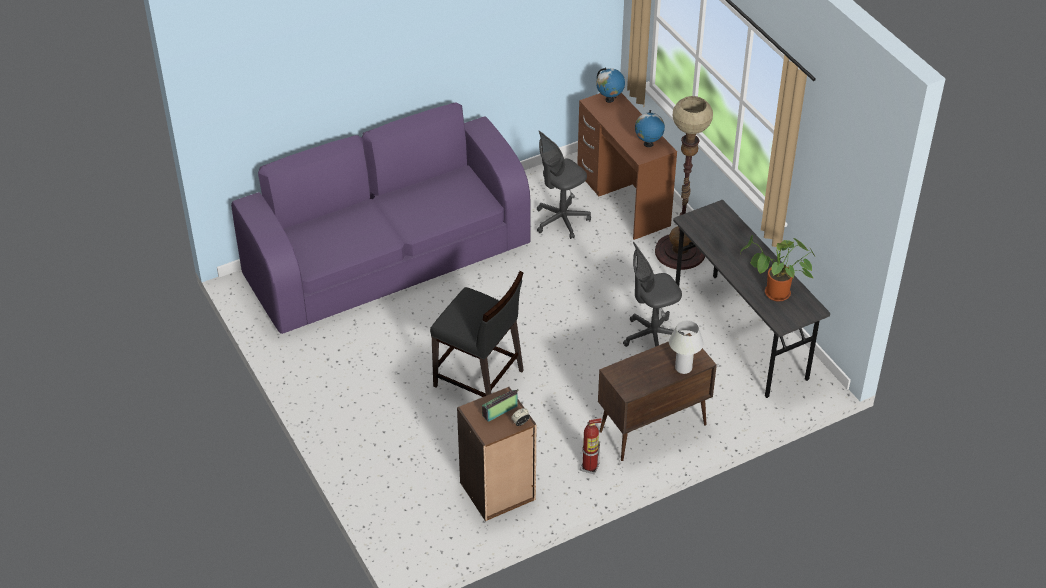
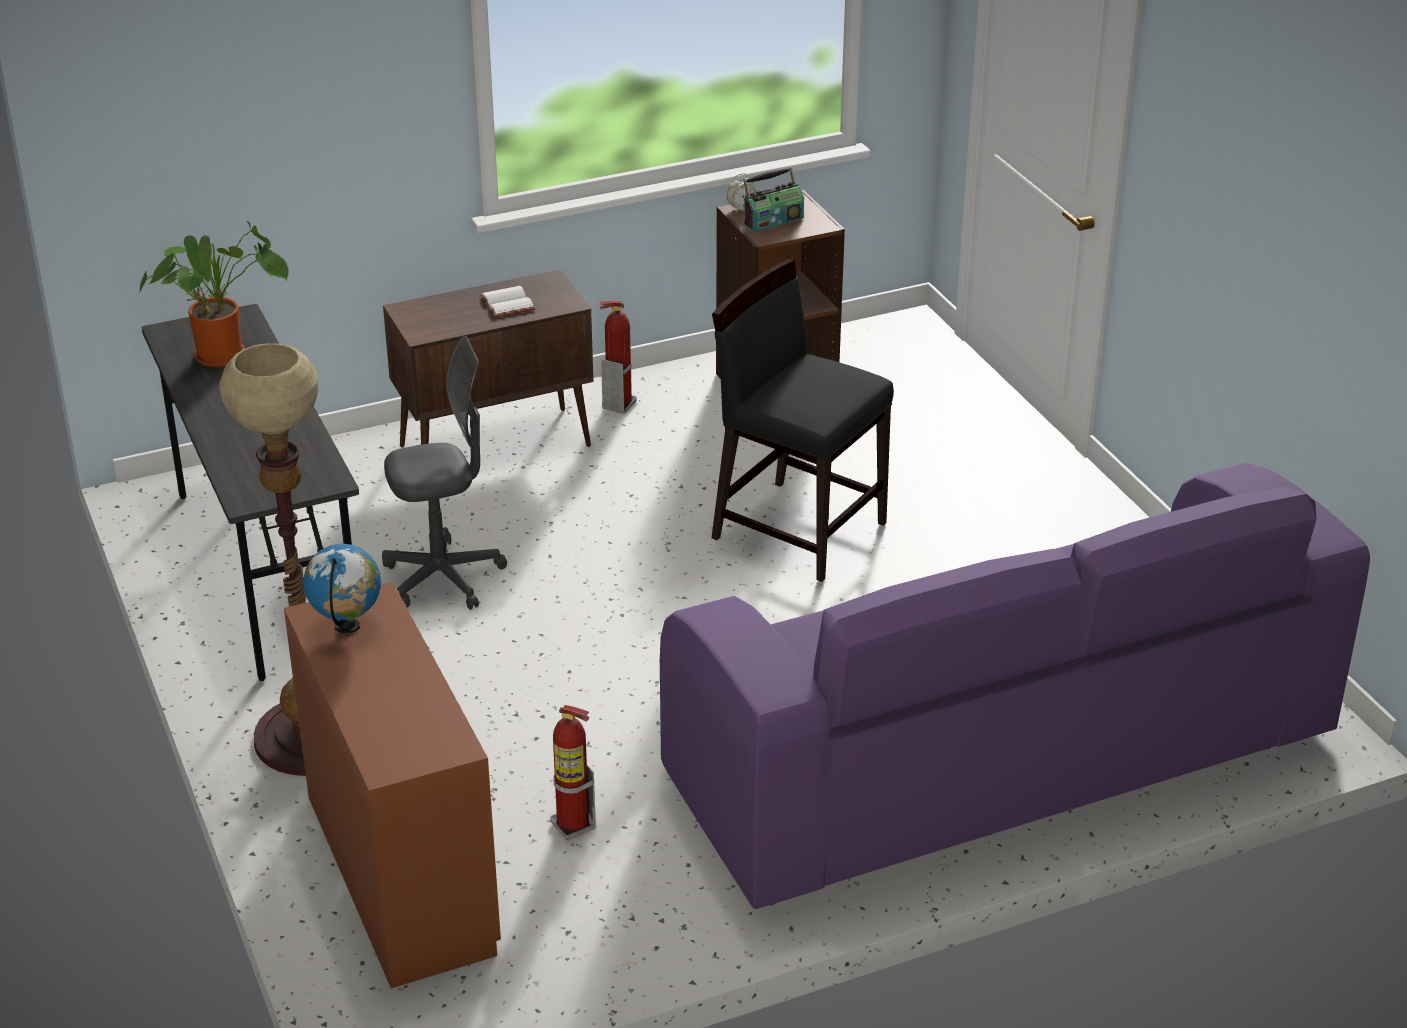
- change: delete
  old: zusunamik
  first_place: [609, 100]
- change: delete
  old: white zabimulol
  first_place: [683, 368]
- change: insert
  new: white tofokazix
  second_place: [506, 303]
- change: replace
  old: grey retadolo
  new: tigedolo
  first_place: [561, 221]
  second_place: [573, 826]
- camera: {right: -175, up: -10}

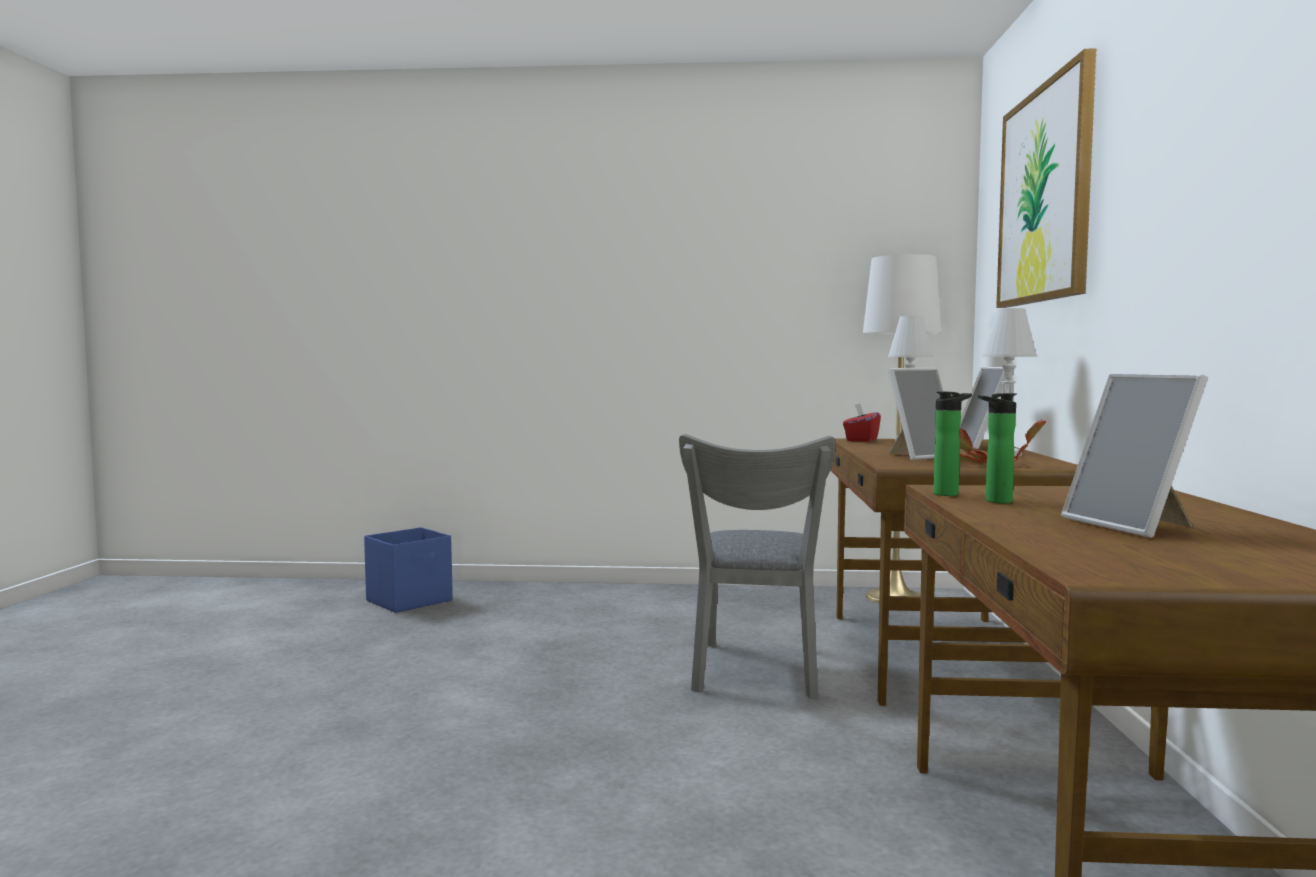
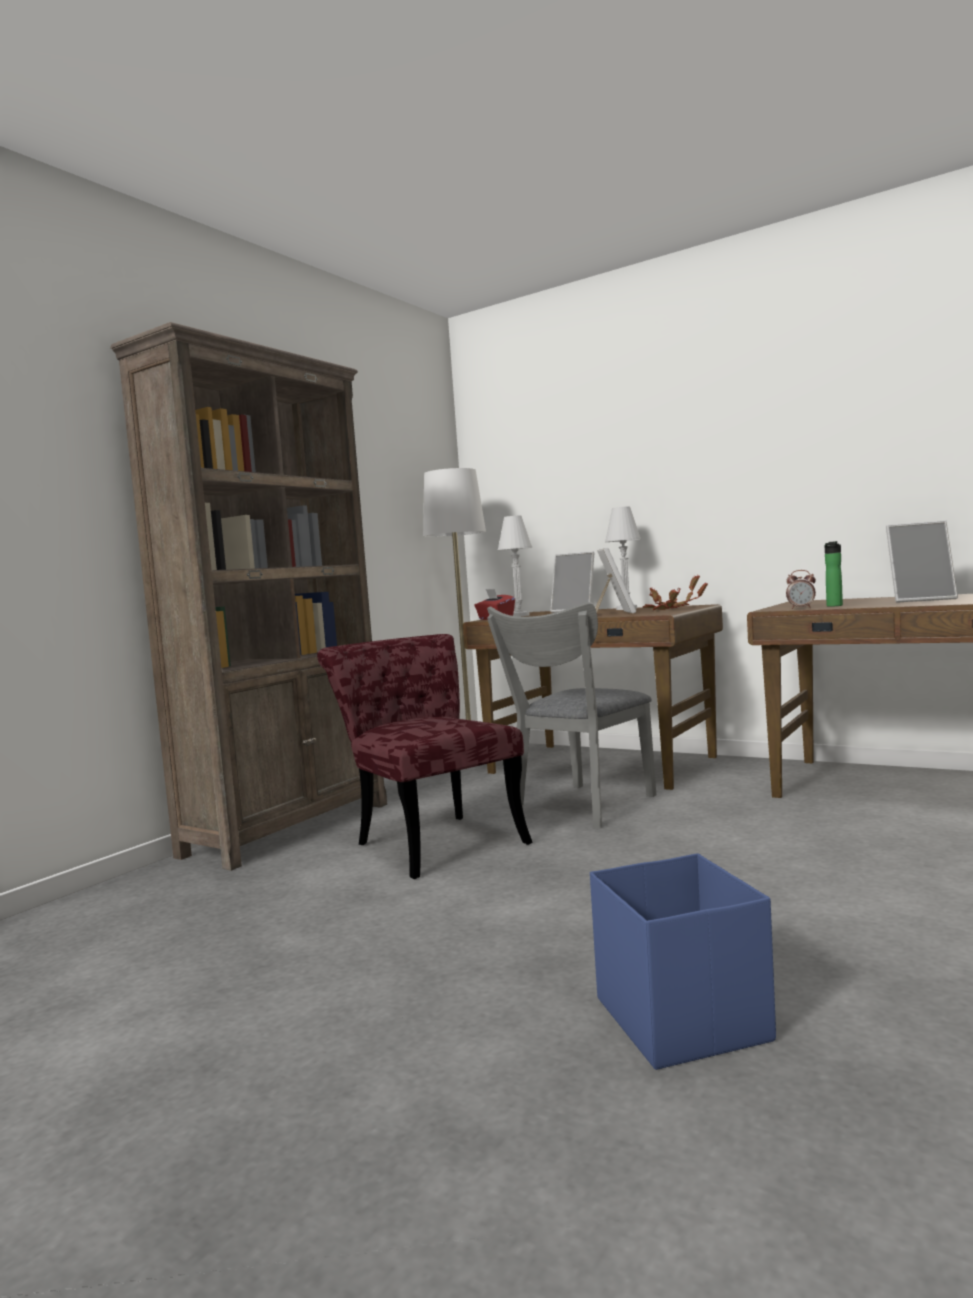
- change: delete
  old: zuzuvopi
  first_place: [1045, 195]
- change: insert
  new: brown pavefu
  second_place: [290, 828]
- change: insert
  new: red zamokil
  second_place: [431, 840]
- change: move
  old: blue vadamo
  first_place: [410, 600]
  second_place: [681, 1018]
- change: replace
  old: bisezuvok
  new: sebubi
  first_place: [949, 494]
  second_place: [801, 608]
- change: rotate
  old: grey zamokil
  first_place: [755, 673]
  second_place: [580, 808]
  degrees: 90
- camera: {right: -60, up: 0}

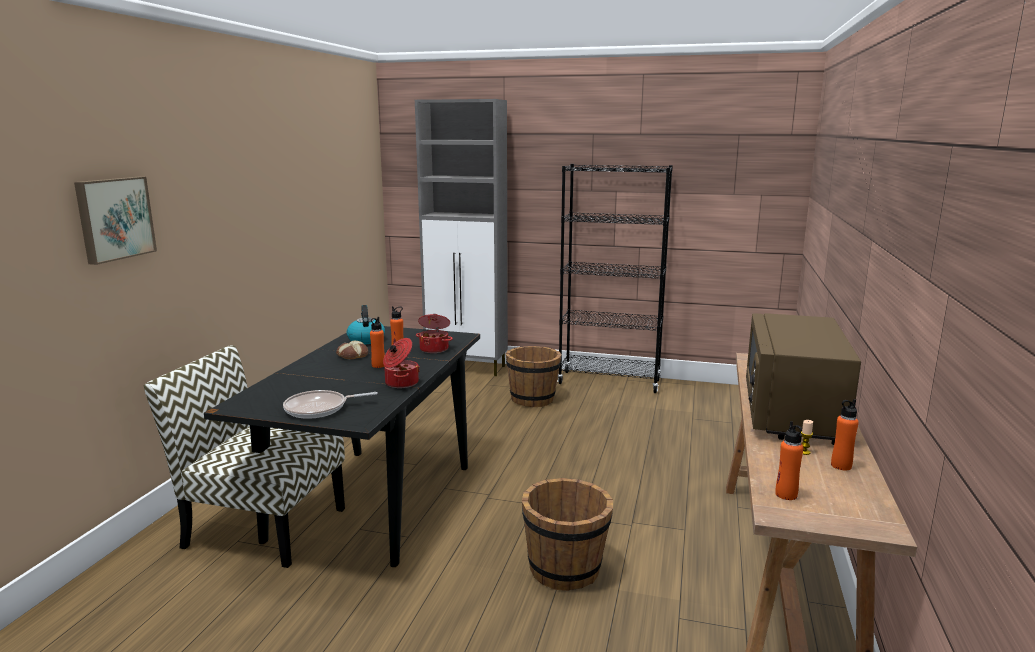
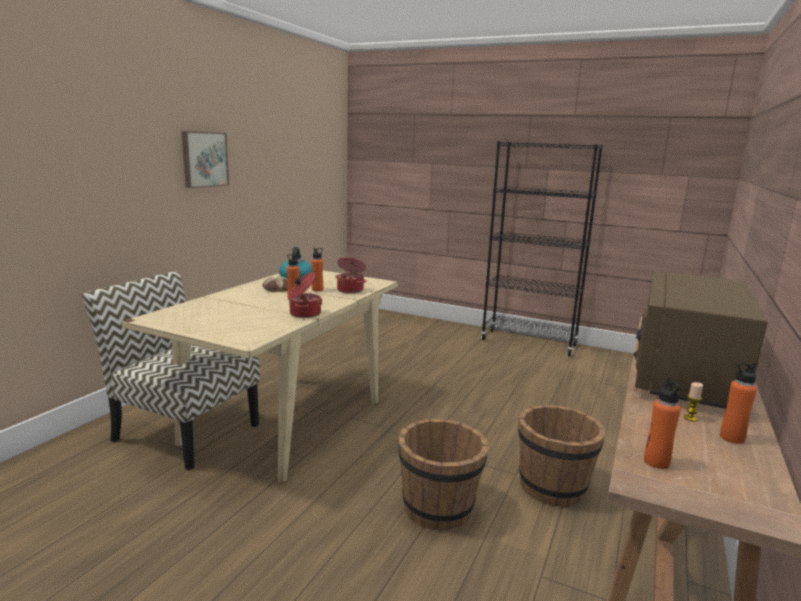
- change: delete
  old: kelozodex
  first_place: [319, 409]
- change: delete
  old: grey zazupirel
  first_place: [467, 368]
- change: move
  old: zuzuvopi
  first_place: [114, 218]
  second_place: [204, 159]
- change: move
  old: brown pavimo
  first_place: [533, 399]
  second_place: [553, 487]
- change: recolor
  old: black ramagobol
  new: beige ramagobol
  first_place: [373, 502]
  second_place: [284, 422]
- camera: {right: 10, up: 0}

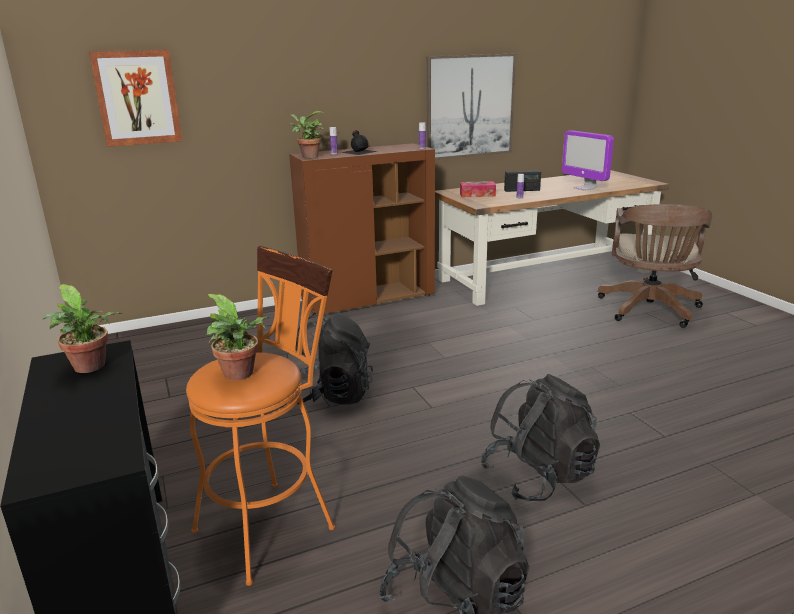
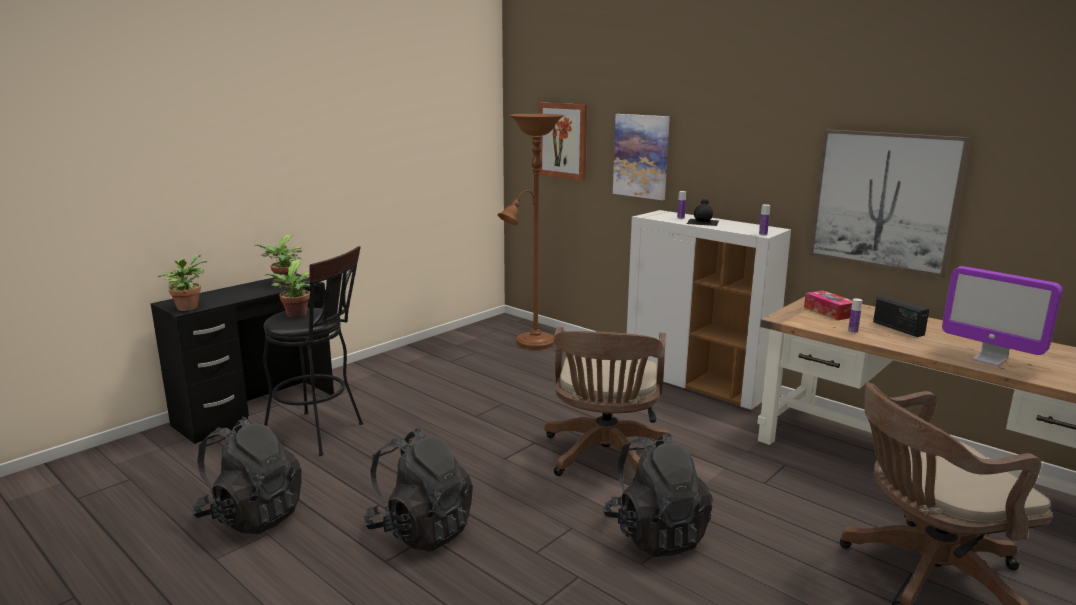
- change: insert
  new: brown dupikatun
  second_place: [531, 344]
- change: insert
  new: brown retadolo
  second_place: [604, 457]
- change: insert
  new: zuzuvopi
  second_place: [641, 156]
- change: move
  old: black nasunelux
  first_place: [330, 395]
  second_place: [655, 534]
- change: move
  old: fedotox
  first_place: [308, 156]
  second_place: [188, 307]
- change: recolor
  old: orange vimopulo
  new: black vimopulo
  first_place: [273, 523]
  second_place: [320, 434]
- change: recolor
  old: brown zazupirel
  new: white zazupirel
  first_place: [368, 299]
  second_place: [697, 384]
- change: rotate
  old: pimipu
  first_place: [584, 188]
  second_place: [989, 359]
  degrees: -75
- camera: {right: 65, up: -5}

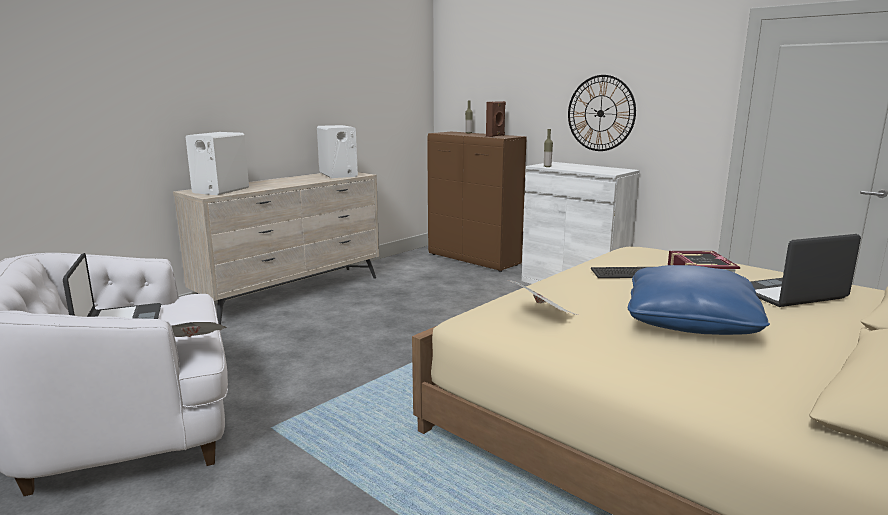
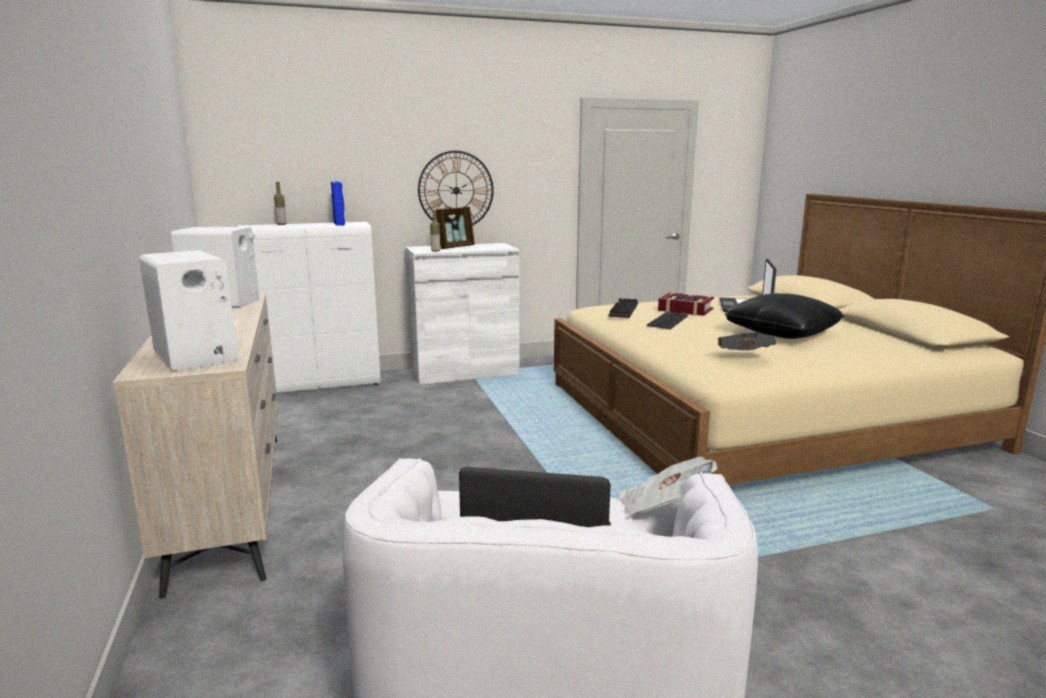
- change: insert
  new: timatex
  second_place: [456, 247]
- change: insert
  new: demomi
  second_place: [622, 309]
- change: recolor
  old: brown zazupirel
  new: white zazupirel
  first_place: [474, 260]
  second_place: [320, 384]
- change: recolor
  old: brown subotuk
  new: blue subotuk
  first_place: [496, 136]
  second_place: [340, 224]
- change: recolor
  old: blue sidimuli
  new: black sidimuli
  first_place: [690, 322]
  second_place: [782, 333]
- camera: {right: -60, up: 0}

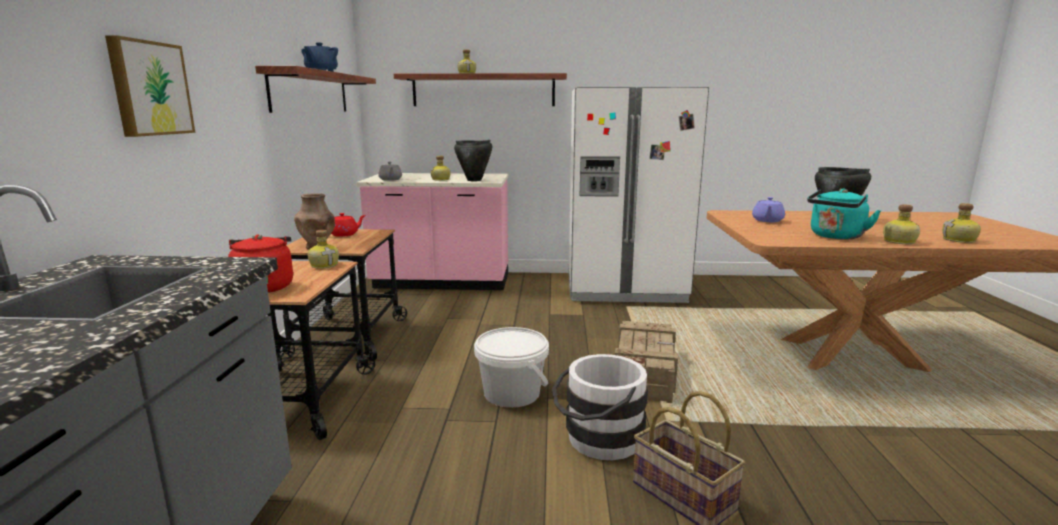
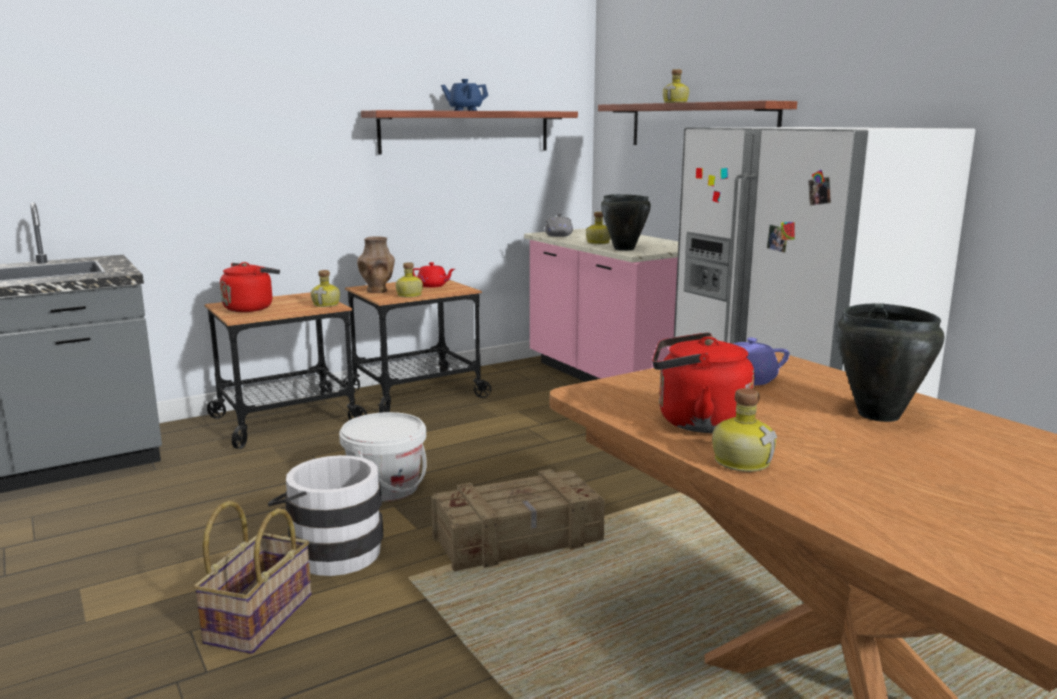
- change: delete
  old: zuzuvopi
  first_place: [149, 88]
- change: move
  old: bisezuvok
  first_place: [959, 240]
  second_place: [409, 295]
- change: recolor
  old: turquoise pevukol
  new: red pevukol
  first_place: [835, 237]
  second_place: [696, 422]
- camera: {right: 55, up: 0}

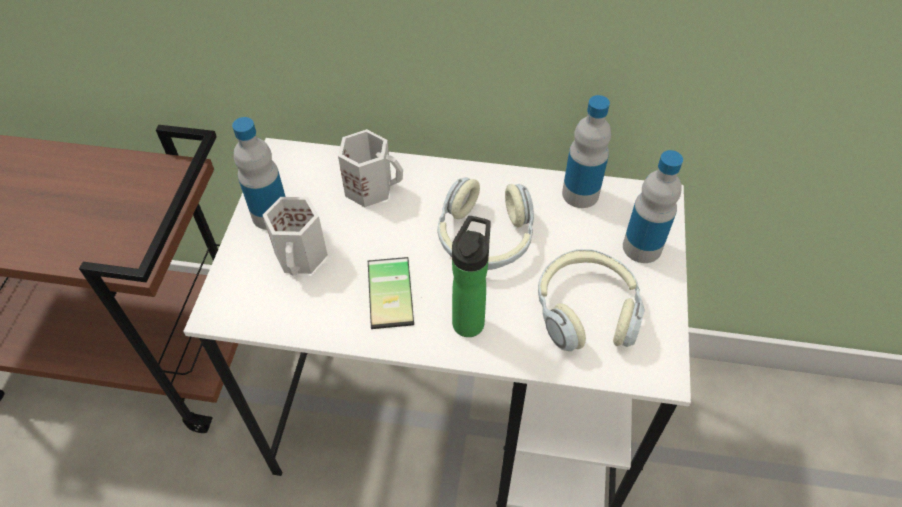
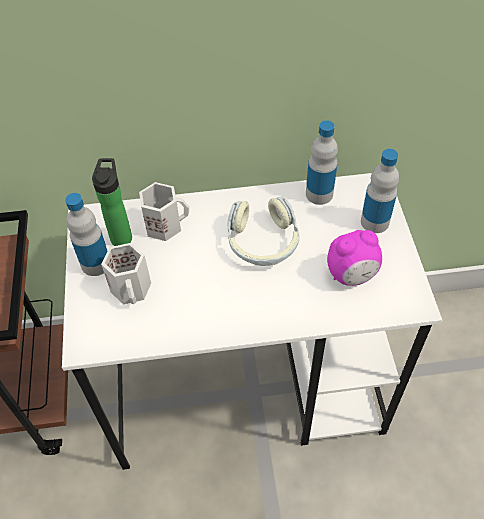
- change: delete
  old: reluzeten
  first_place: [395, 292]
- change: move
  old: bisezuvok
  first_place: [469, 319]
  second_place: [121, 236]
- change: replace
  old: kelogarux
  new: sebubi
  first_place: [586, 310]
  second_place: [351, 275]
- camera: {right: -15, up: 0}

